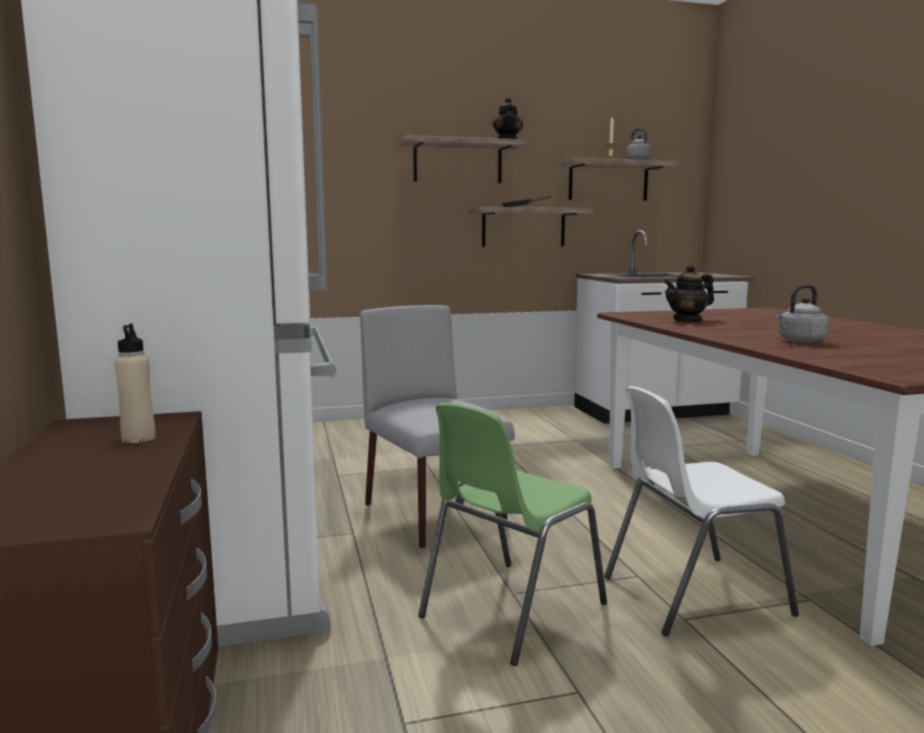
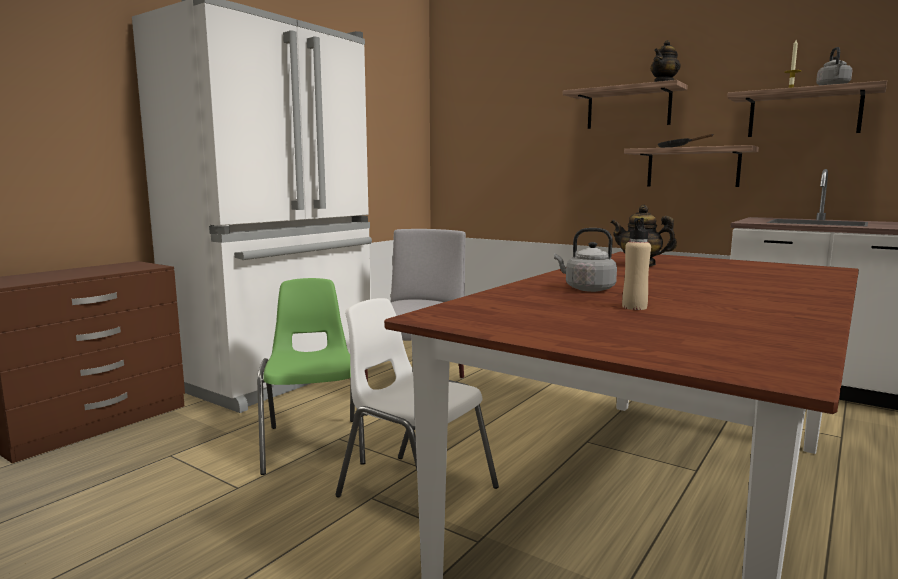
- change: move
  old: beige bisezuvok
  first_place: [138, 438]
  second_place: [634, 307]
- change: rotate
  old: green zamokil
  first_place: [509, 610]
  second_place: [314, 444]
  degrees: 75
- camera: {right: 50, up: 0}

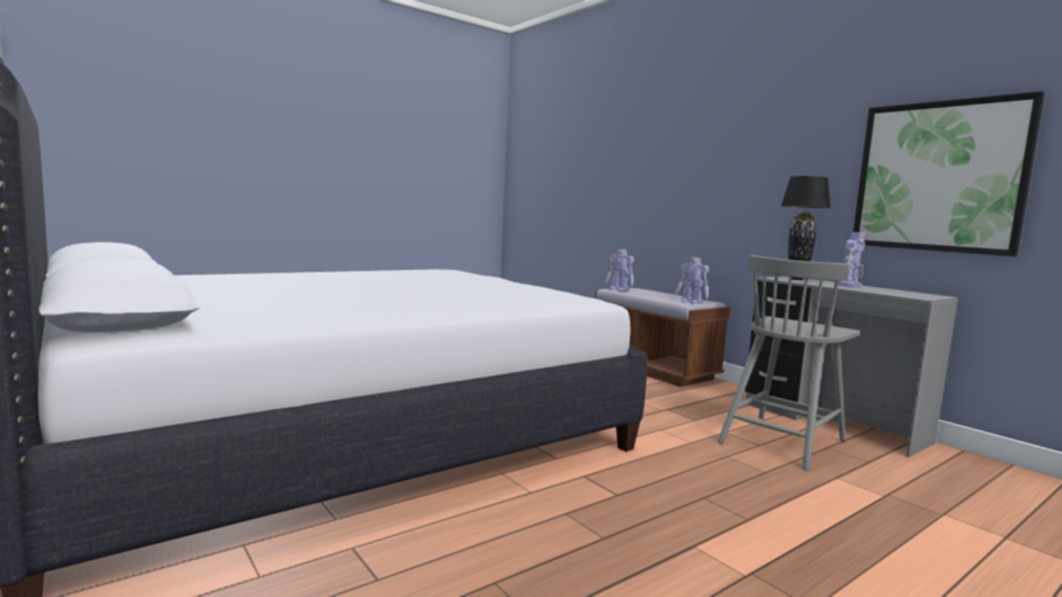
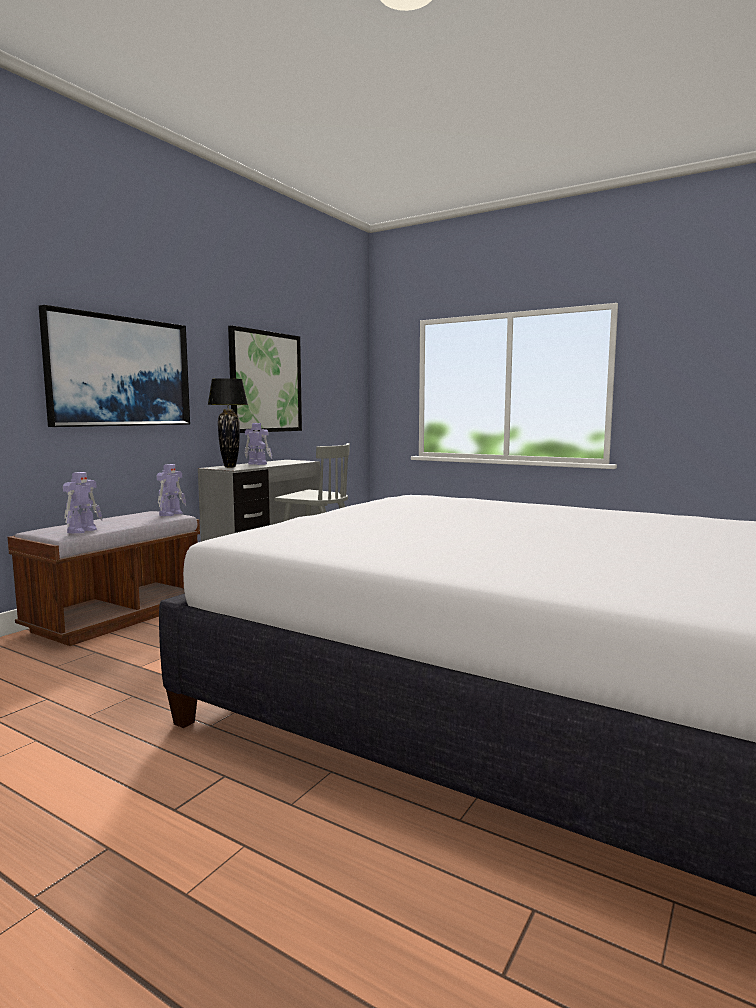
- change: insert
  new: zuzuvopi
  second_place: [120, 372]
- camera: {right: -110, up: 0}

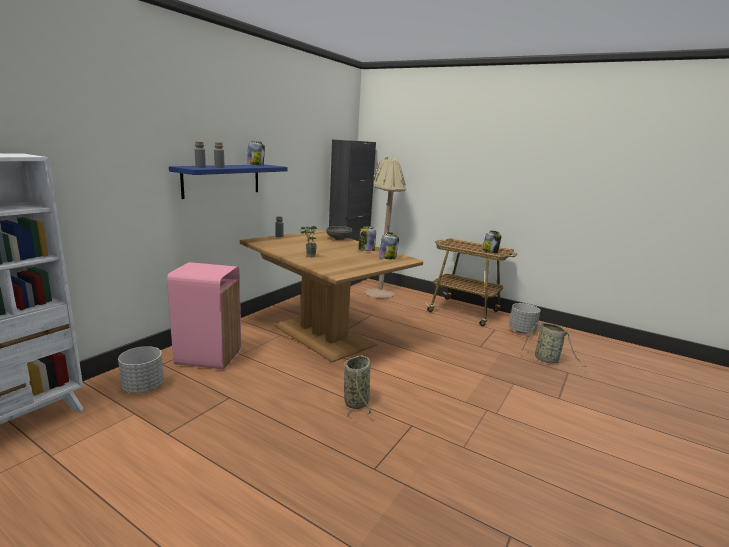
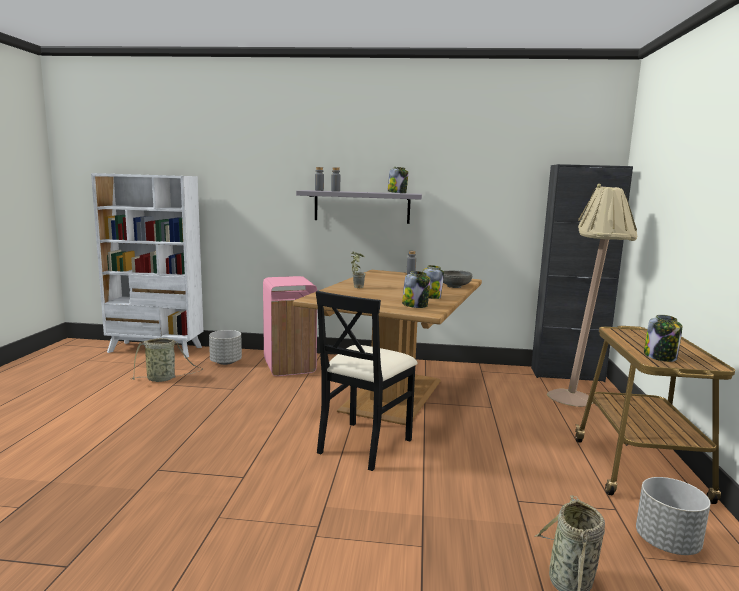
- change: insert
  new: black zamokil
  second_place: [364, 444]
- change: move
  old: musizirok
  first_place: [356, 401]
  second_place: [163, 379]
- change: recolor
  old: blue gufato
  new: grey gufato
  first_place: [222, 180]
  second_place: [362, 207]
- camera: {right: 65, up: -5}

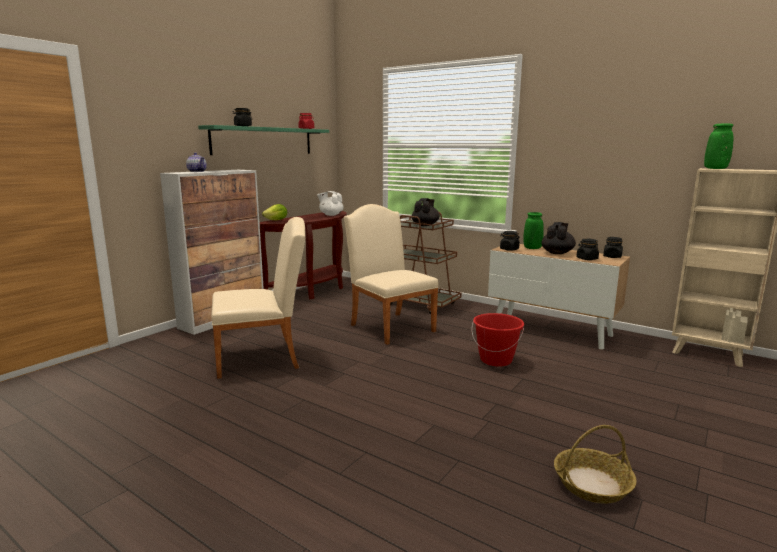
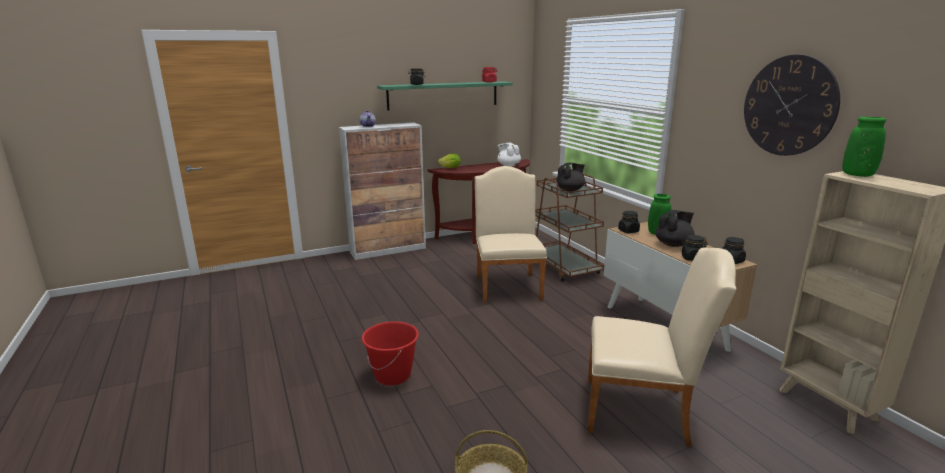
- change: insert
  new: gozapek
  second_place: [789, 106]
- change: move
  old: beige zamokil
  first_place: [264, 358]
  second_place: [644, 411]
- change: move
  old: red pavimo
  first_place: [496, 360]
  second_place: [393, 375]
- camera: {right: 30, up: 5}

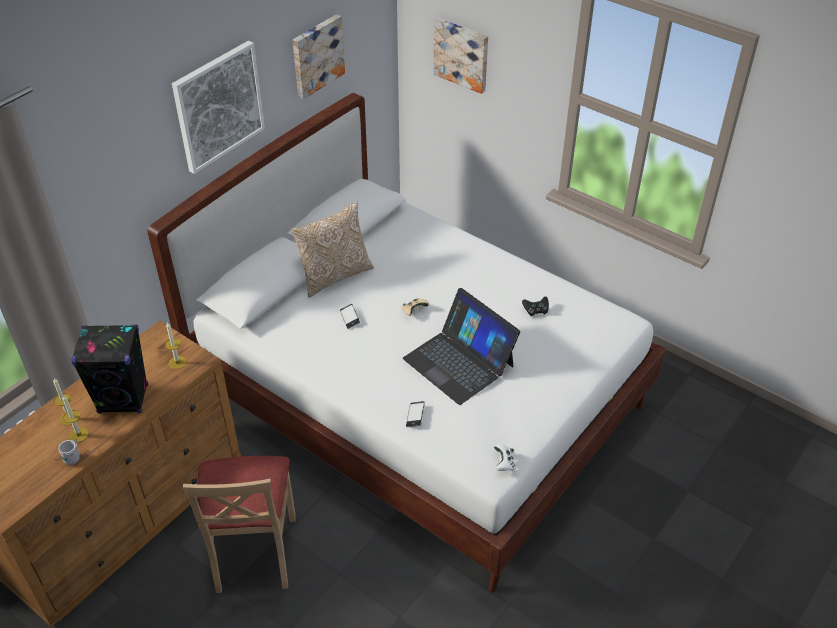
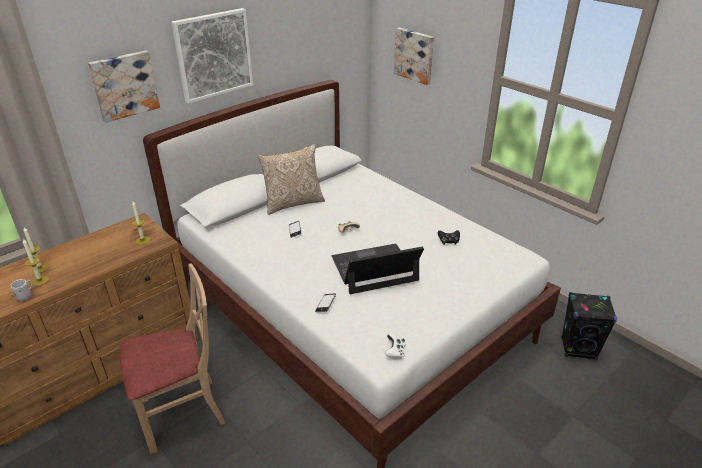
- change: move
  old: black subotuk
  first_place: [124, 399]
  second_place: [578, 349]
- change: move
  old: zuzuvopi
  first_place: [316, 55]
  second_place: [124, 85]
- change: rotate
  old: beige zamokil
  first_place: [253, 552]
  second_place: [182, 413]
  degrees: -120
- change: rotate
  old: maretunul
  first_place: [459, 362]
  second_place: [374, 269]
  degrees: 105
- camera: {right: 10, up: -10}

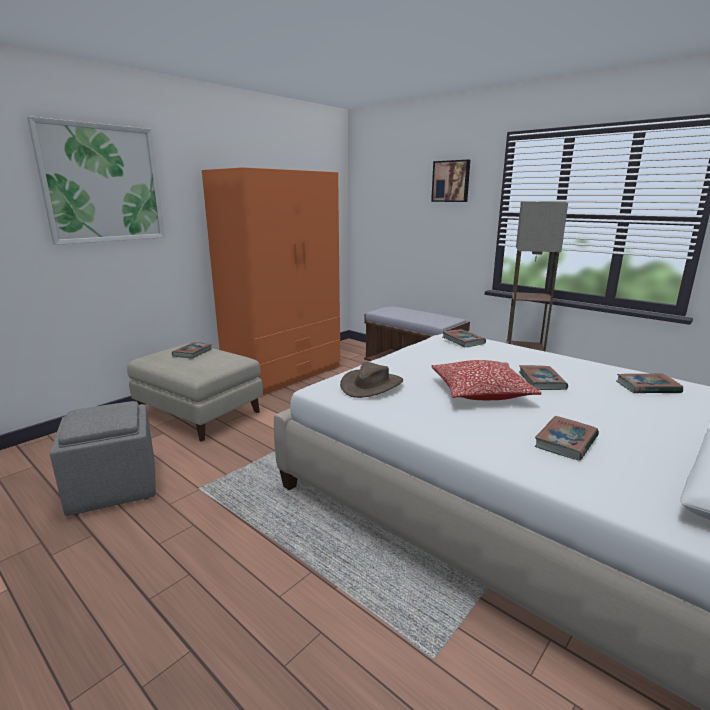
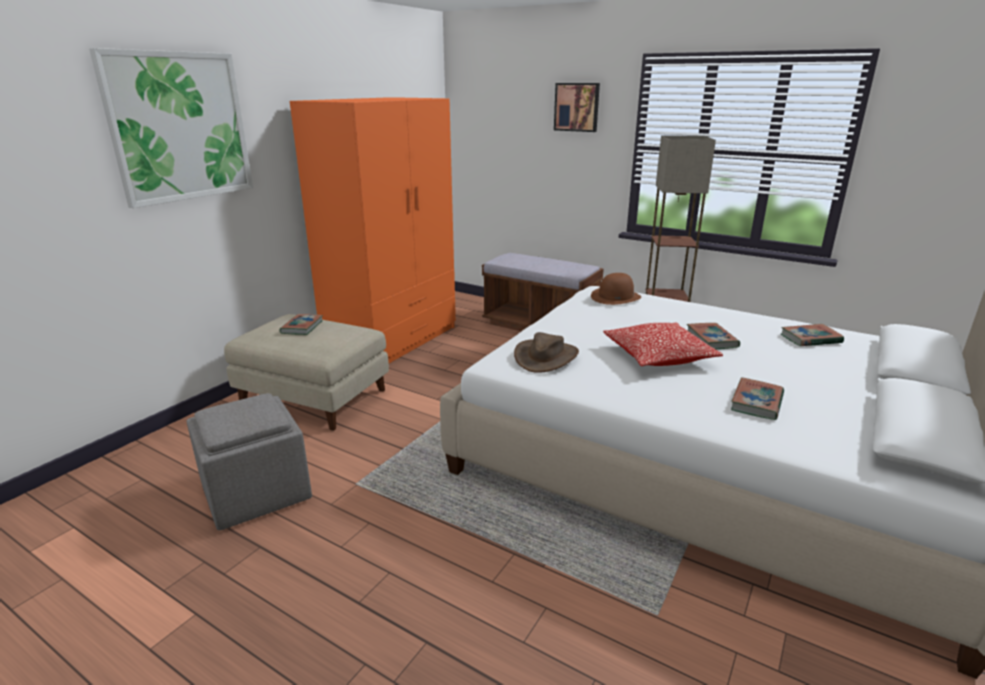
- change: replace
  old: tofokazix
  new: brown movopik
  first_place: [463, 341]
  second_place: [615, 297]
- camera: {right: -10, up: 5}

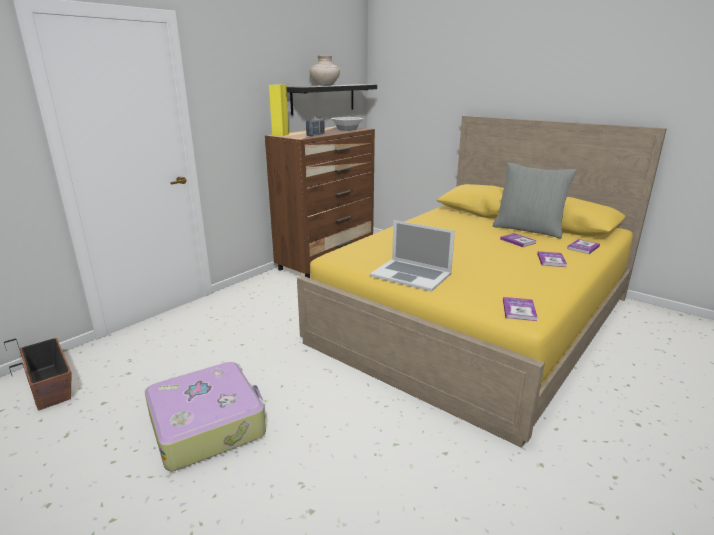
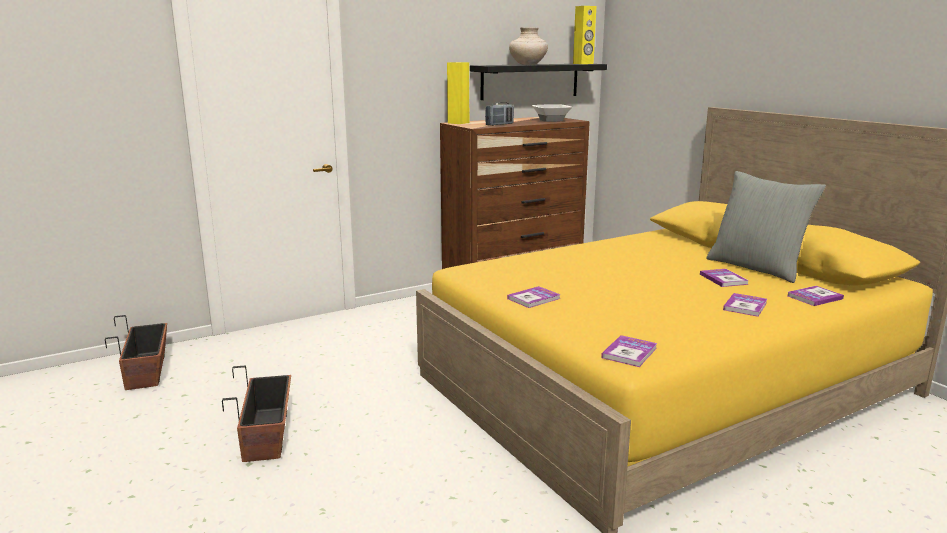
- change: insert
  new: yellow subotuk
  second_place: [583, 63]
- change: replace
  old: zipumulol
  new: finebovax
  first_place: [208, 424]
  second_place: [267, 434]
- change: replace
  old: maretunul
  new: tofokazix
  first_place: [411, 274]
  second_place: [533, 298]
- camera: {right: 20, up: -5}

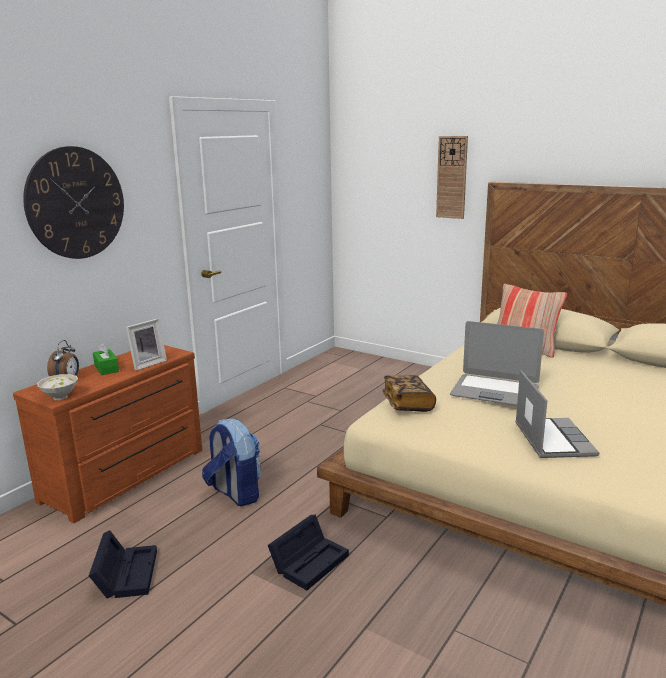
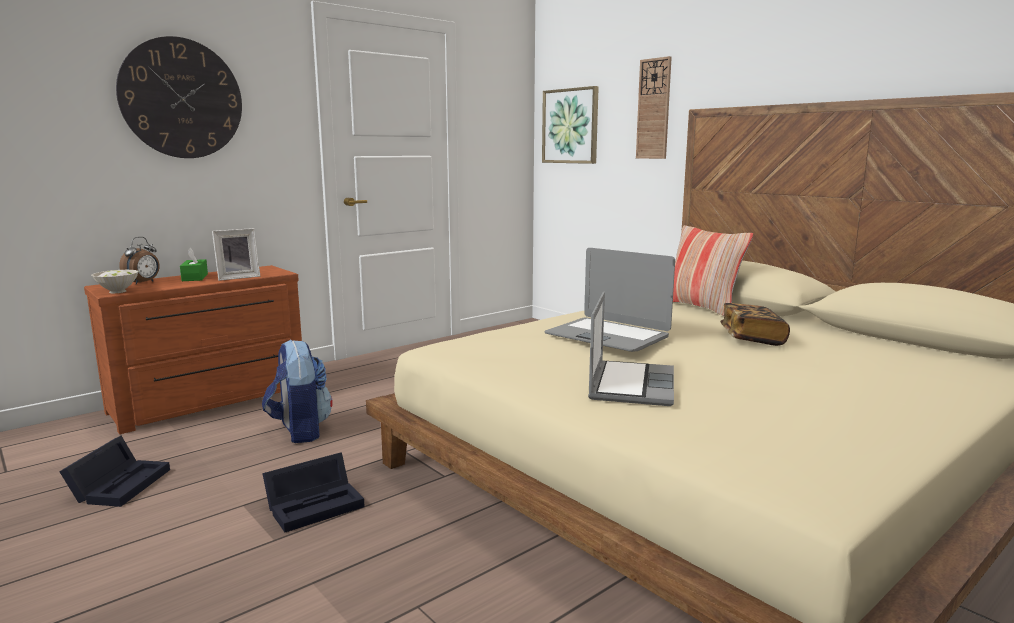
- change: insert
  new: zuzuvopi
  second_place: [570, 126]
- change: move
  old: tofokazix
  first_place: [408, 404]
  second_place: [752, 338]
- camera: {right: 15, up: -5}

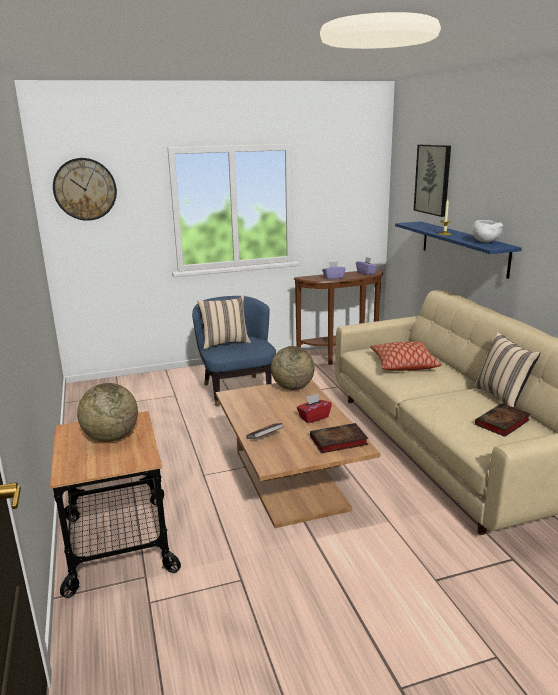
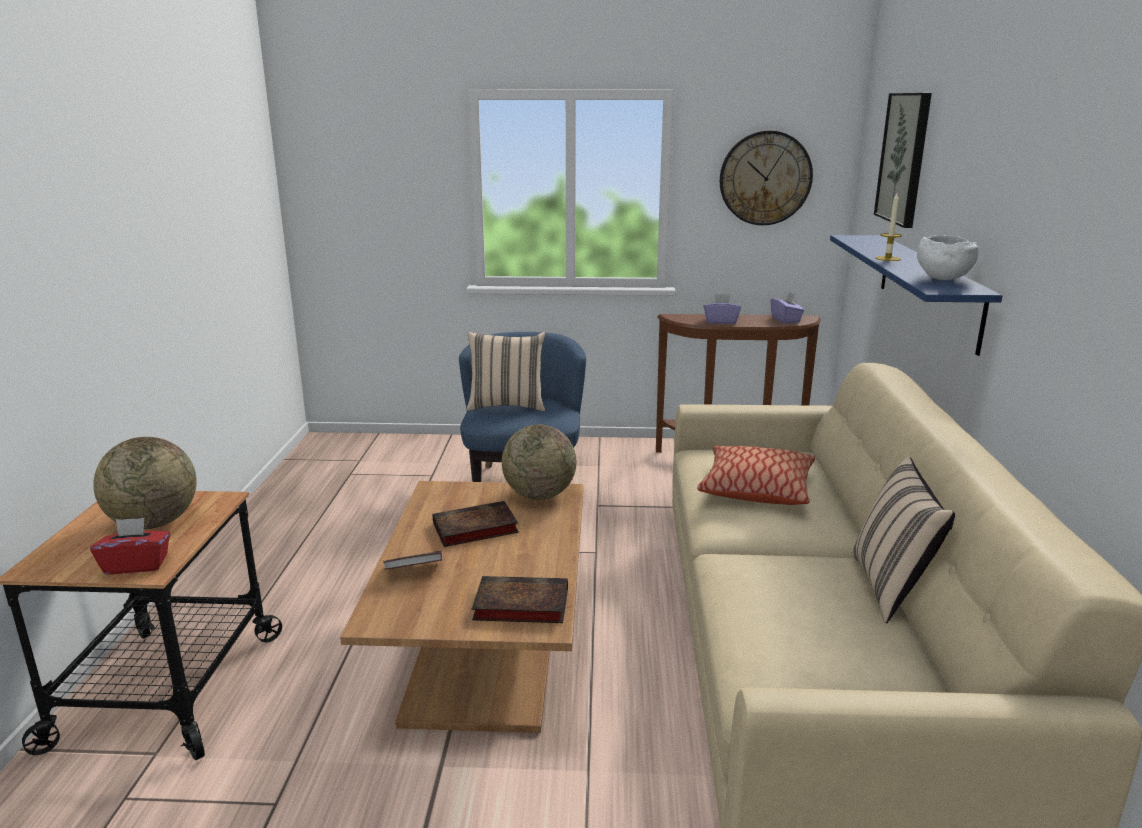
- change: move
  old: gozapek
  first_place: [85, 189]
  second_place: [765, 178]
- change: move
  old: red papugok
  first_place: [313, 417]
  second_place: [136, 565]
- change: move
  old: tofokazix
  first_place: [502, 423]
  second_place: [473, 529]
- camera: {right: 20, up: 0}

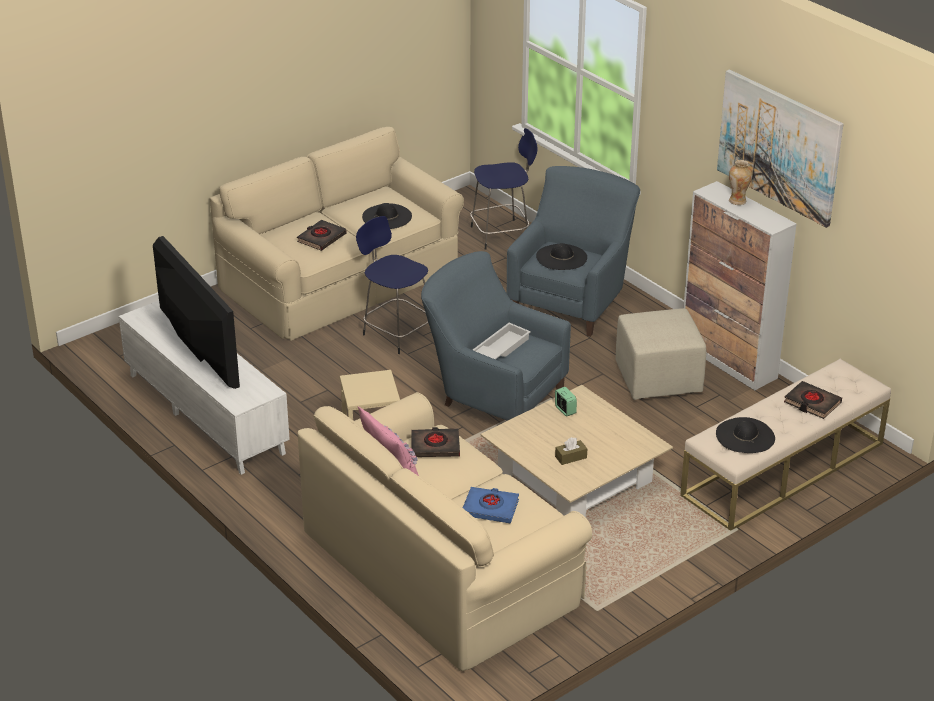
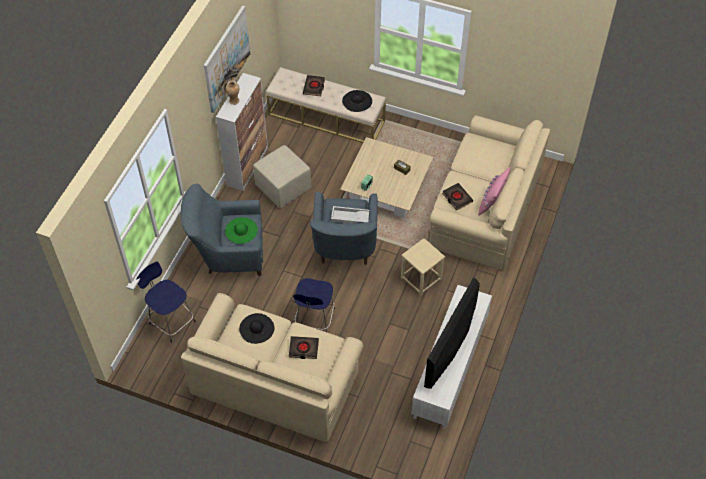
- change: delete
  old: blue tofokazix
  first_place: [490, 508]
- change: recolor
  old: black movopik
  new: green movopik
  first_place: [561, 257]
  second_place: [241, 230]
- camera: {right: -120, up: 20}

